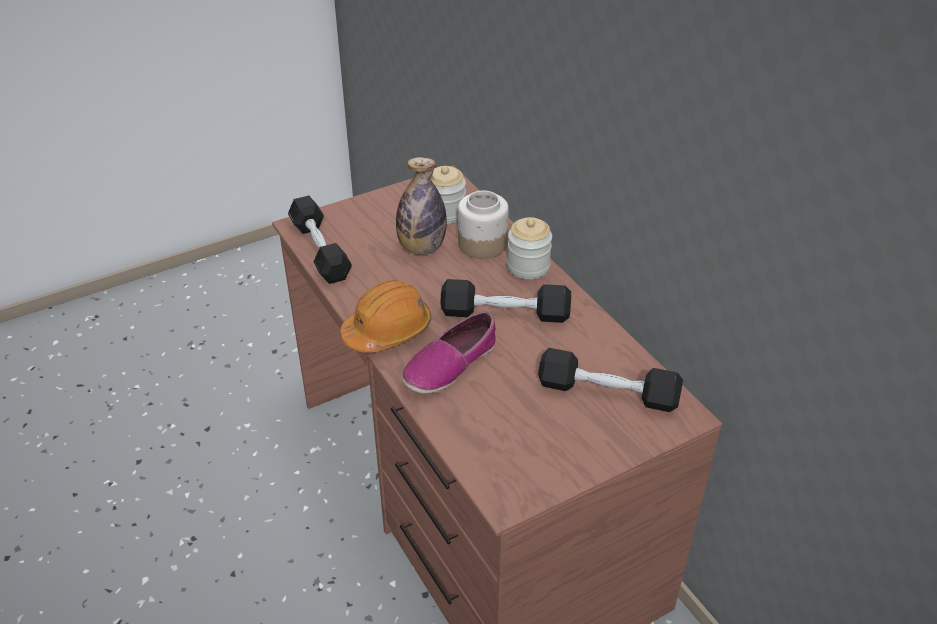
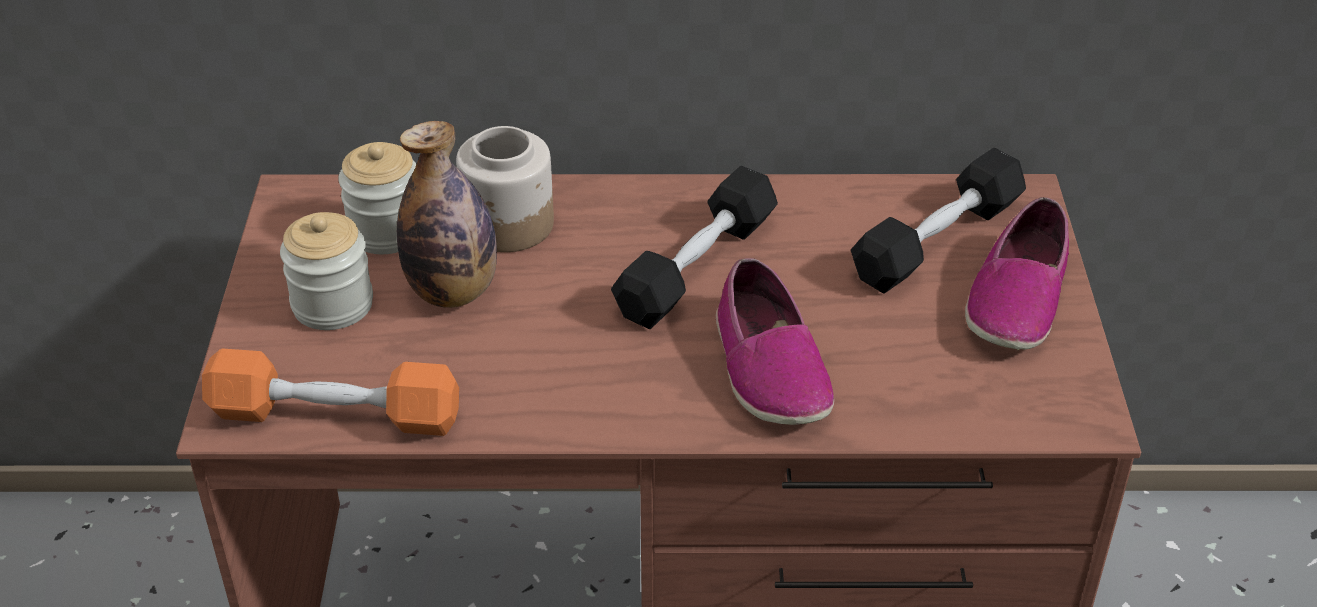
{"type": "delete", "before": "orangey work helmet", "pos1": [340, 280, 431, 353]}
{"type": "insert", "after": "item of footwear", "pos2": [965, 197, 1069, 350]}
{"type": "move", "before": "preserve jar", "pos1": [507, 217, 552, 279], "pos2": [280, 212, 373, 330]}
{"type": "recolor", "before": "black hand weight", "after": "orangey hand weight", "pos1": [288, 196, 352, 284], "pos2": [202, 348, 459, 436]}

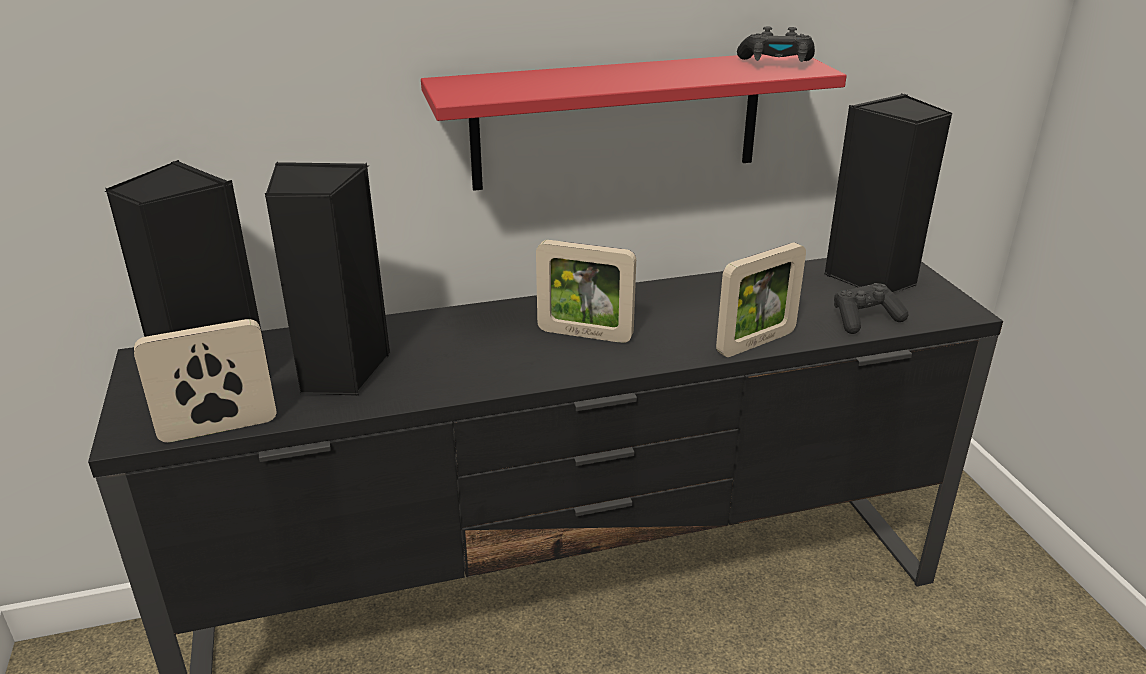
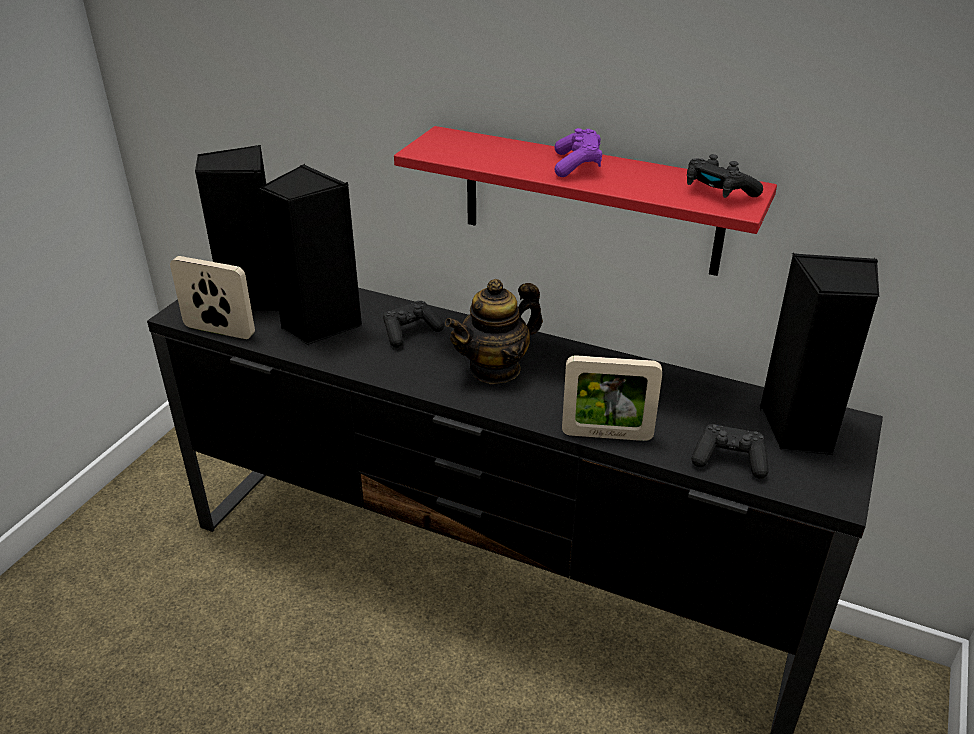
{"type": "insert", "after": "black gamepad", "pos2": [383, 301, 445, 347]}
{"type": "insert", "after": "purple-coloured gamepad", "pos2": [555, 128, 602, 177]}
{"type": "replace", "before": "standing frame", "after": "teapot", "pos1": [536, 240, 636, 343], "pos2": [445, 279, 543, 384]}

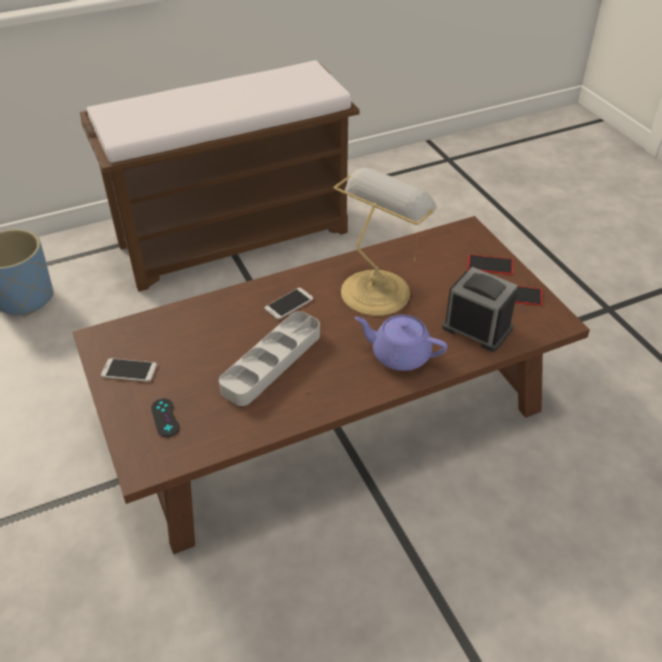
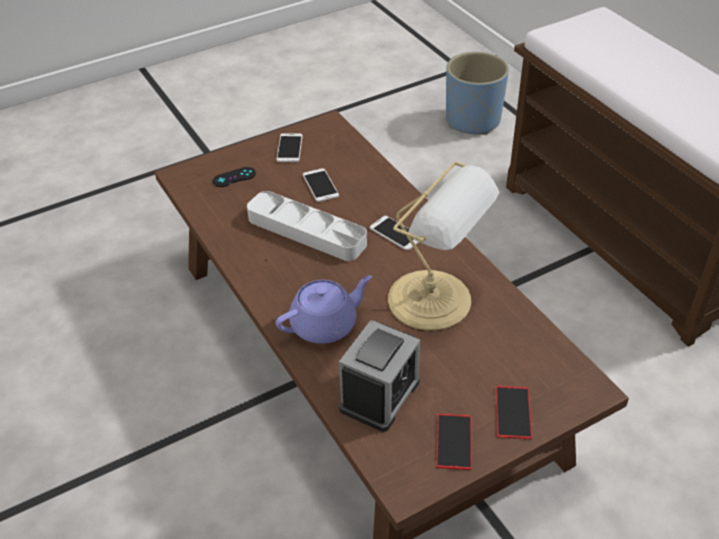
{"type": "insert", "after": "phone", "pos2": [303, 168, 339, 202]}
{"type": "rotate", "before": "purple-coloured teapot", "pos1": [355, 315, 447, 371], "pos2": [276, 275, 372, 344], "turn": 45}

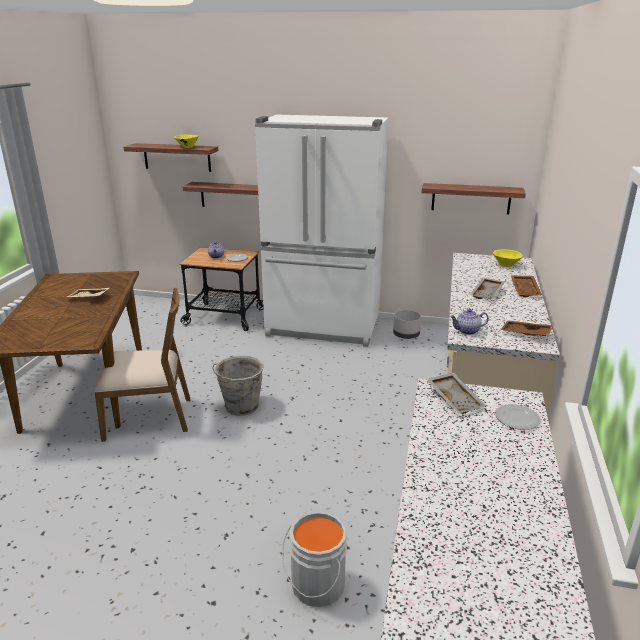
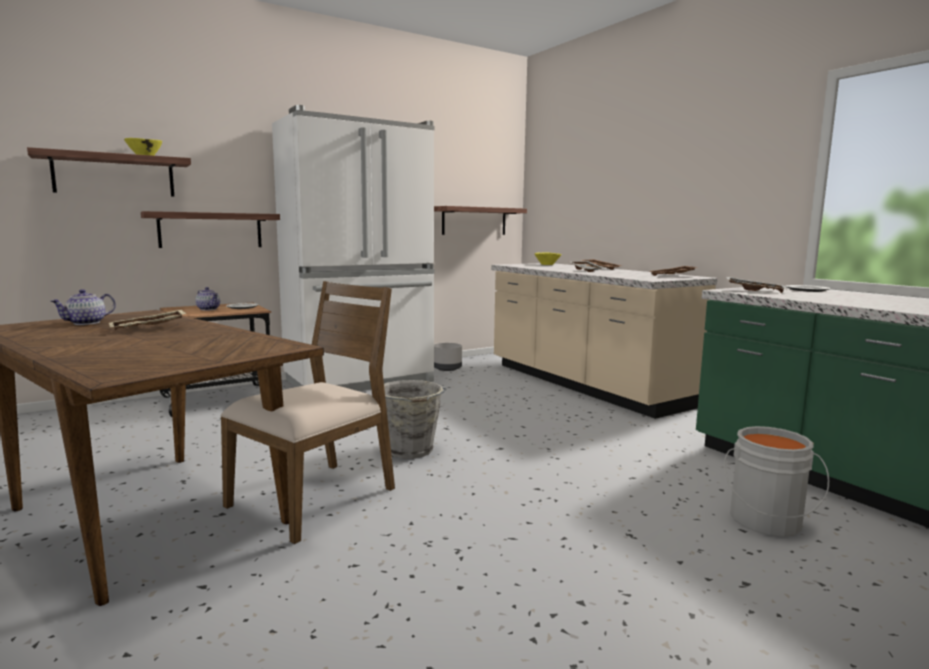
{"type": "move", "before": "teapot", "pos1": [450, 309, 489, 335], "pos2": [51, 289, 116, 325]}

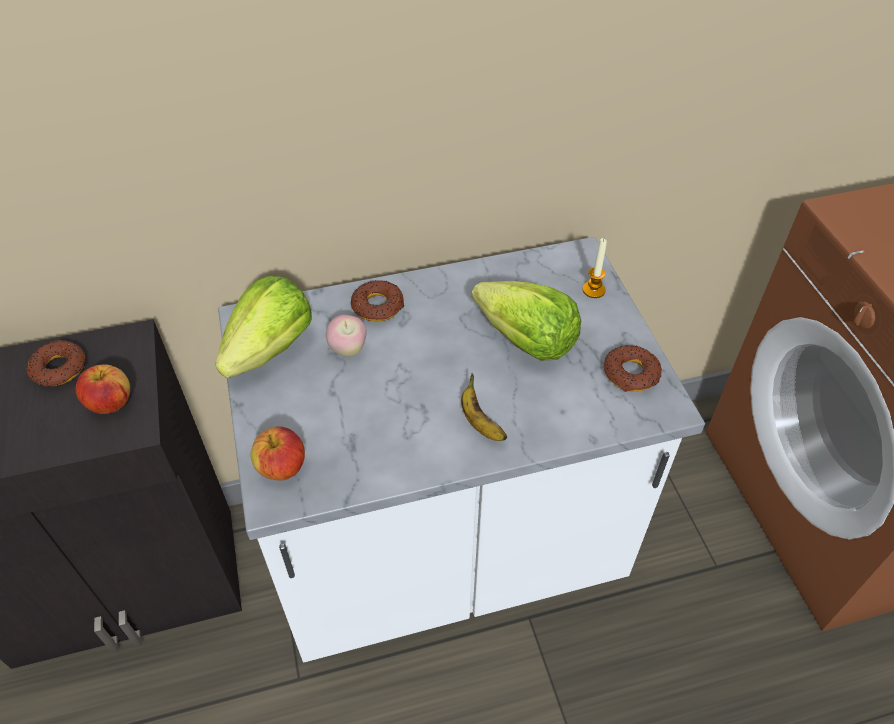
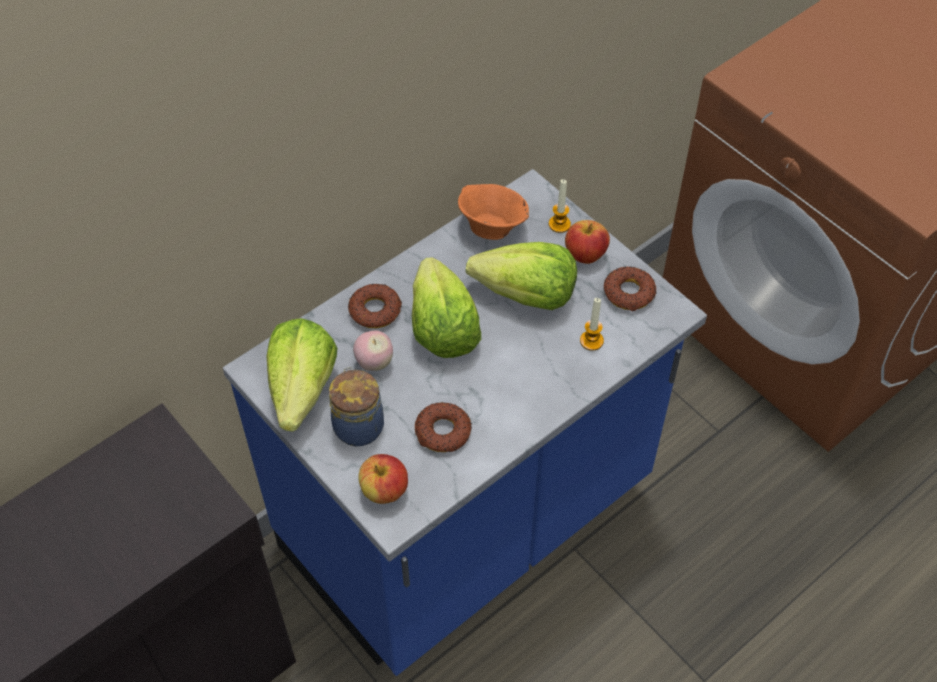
{"type": "delete", "before": "whole banana", "pos1": [461, 373, 507, 441]}
{"type": "insert", "after": "preserve jar", "pos2": [329, 367, 384, 446]}
{"type": "insert", "after": "head of lettuce", "pos2": [412, 257, 481, 358]}
{"type": "insert", "after": "orangey bowl", "pos2": [458, 184, 529, 240]}
{"type": "insert", "after": "wax light", "pos2": [580, 298, 604, 351]}
{"type": "move", "before": "ring doughnut", "pos1": [26, 340, 86, 387], "pos2": [415, 402, 472, 452]}
{"type": "move", "before": "apple fruit", "pos1": [76, 365, 130, 414], "pos2": [565, 220, 610, 264]}
{"type": "recolor", "before": "white kitchen base unit", "after": "blue kitchen base unit", "pos1": [218, 237, 705, 662], "pos2": [223, 169, 707, 676]}

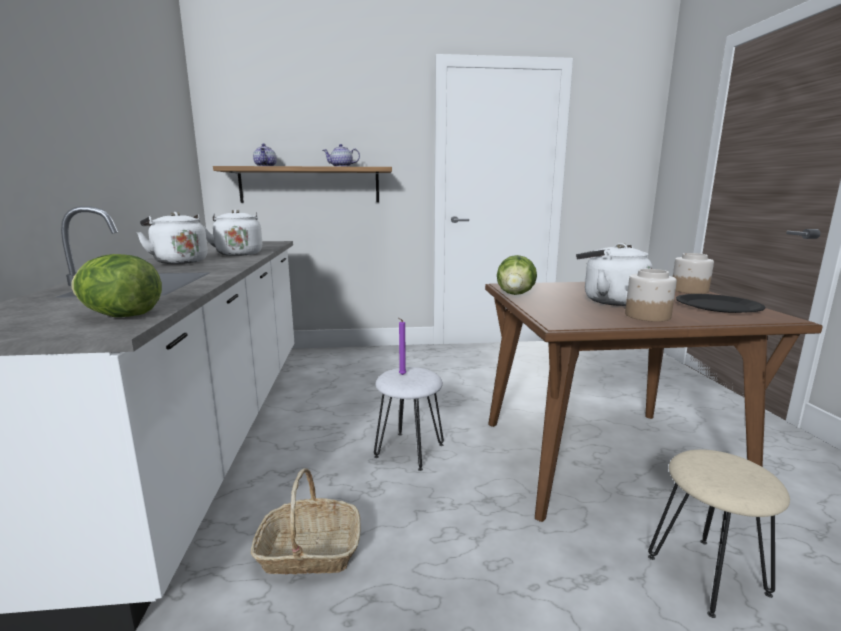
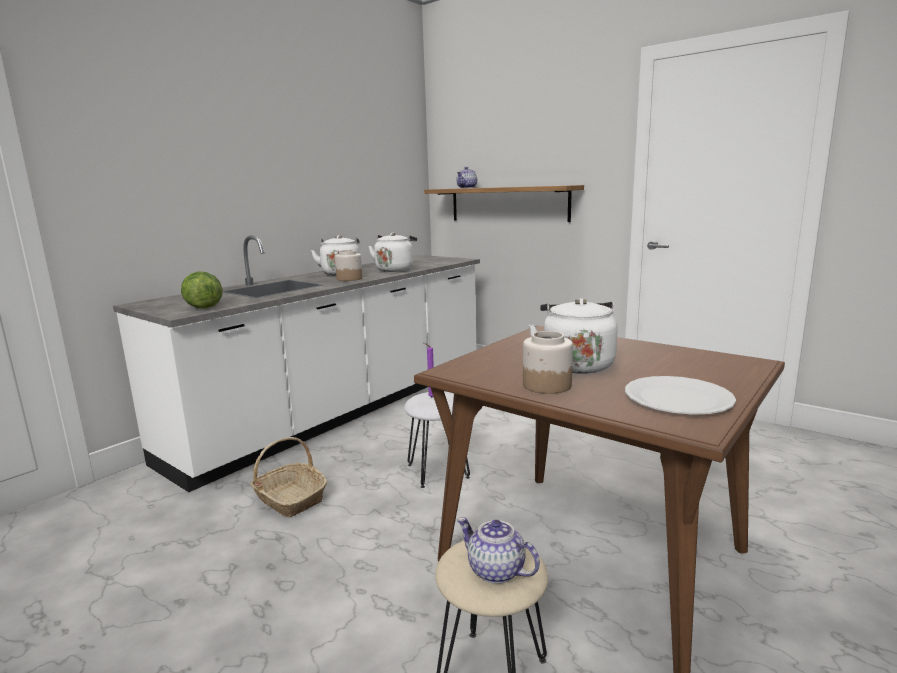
{"type": "delete", "before": "head of lettuce", "pos1": [497, 255, 537, 295]}
{"type": "move", "before": "teapot", "pos1": [323, 144, 360, 167], "pos2": [457, 517, 540, 584]}
{"type": "move", "before": "preserve jar", "pos1": [673, 253, 714, 294], "pos2": [335, 250, 362, 281]}
{"type": "recolor", "before": "black dinner plate", "after": "white dinner plate", "pos1": [676, 294, 766, 313], "pos2": [625, 376, 736, 415]}

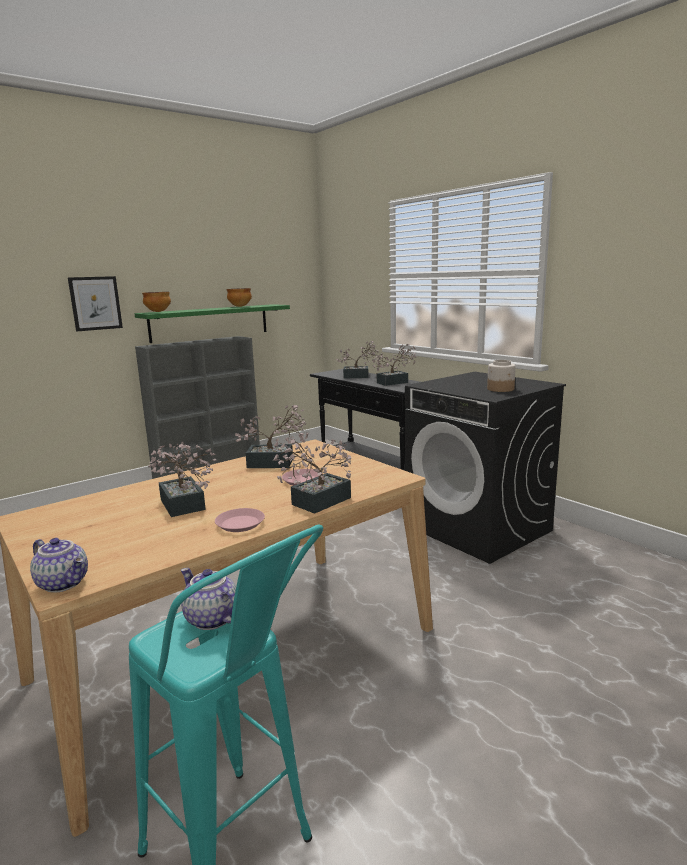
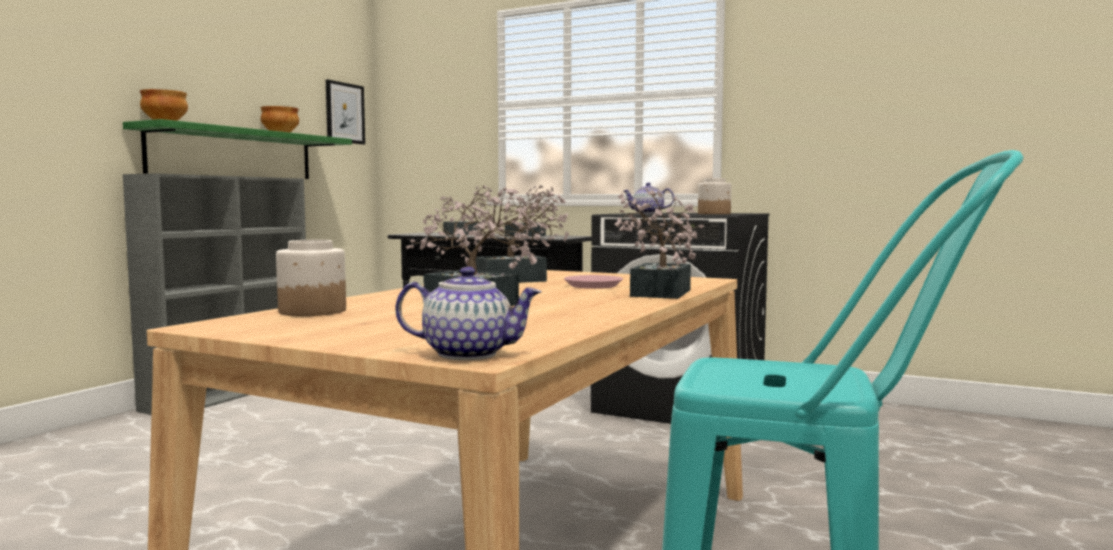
{"type": "delete", "before": "pink-coloured dinner plate", "pos1": [215, 508, 265, 532]}
{"type": "insert", "after": "preserve jar", "pos2": [276, 240, 346, 316]}
{"type": "move", "before": "wall art", "pos1": [68, 276, 123, 331], "pos2": [326, 79, 365, 144]}
{"type": "move", "before": "teapot", "pos1": [181, 568, 236, 630], "pos2": [623, 183, 674, 214]}

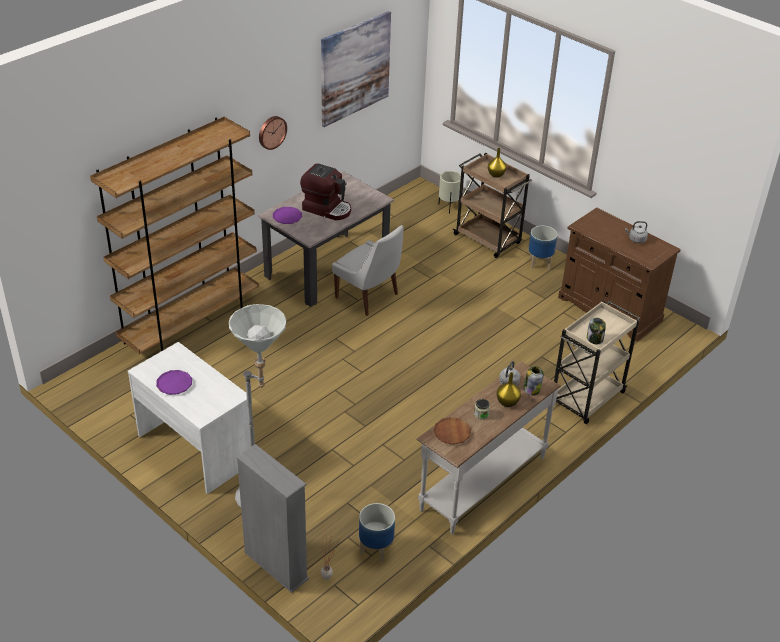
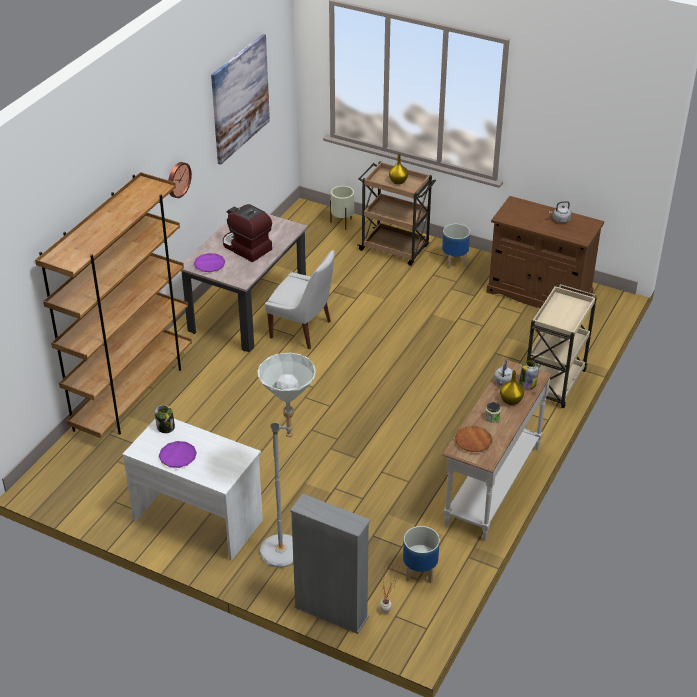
{"type": "move", "before": "preserve jar", "pos1": [587, 318, 606, 345], "pos2": [155, 405, 175, 433]}
{"type": "rotate", "before": "coffee brewer", "pos1": [300, 163, 351, 220], "pos2": [223, 204, 272, 262], "turn": -150}

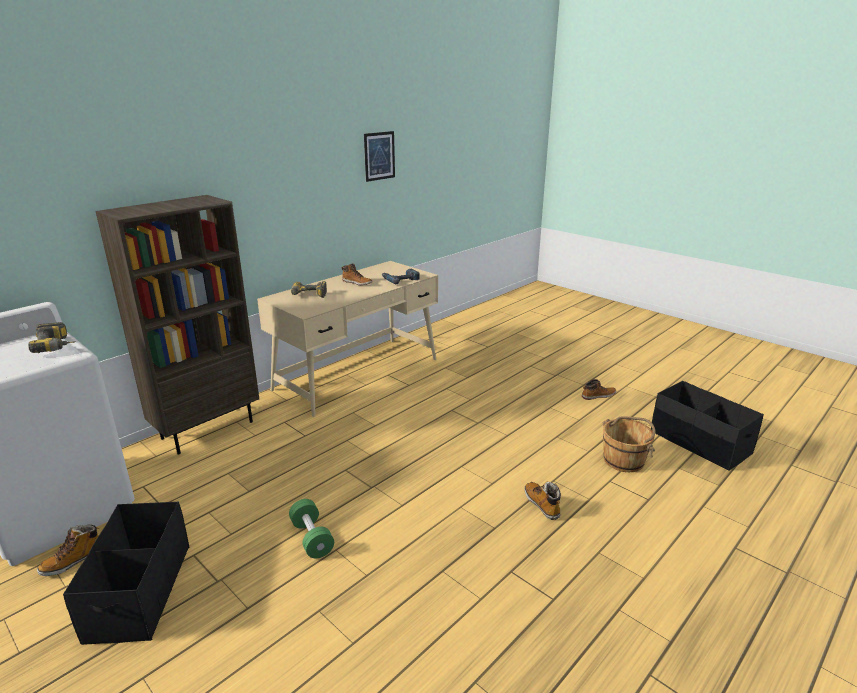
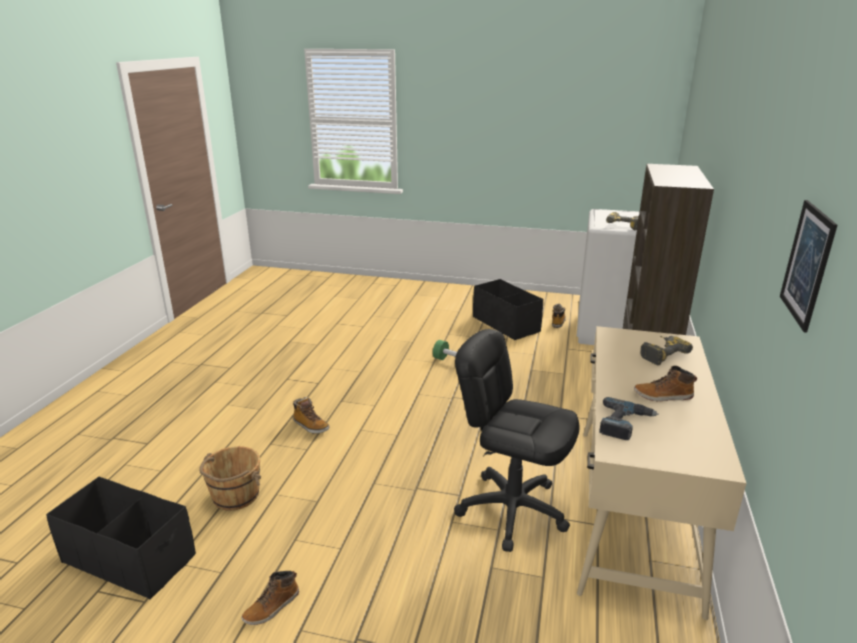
{"type": "insert", "after": "black office chair", "pos2": [454, 329, 580, 552]}

